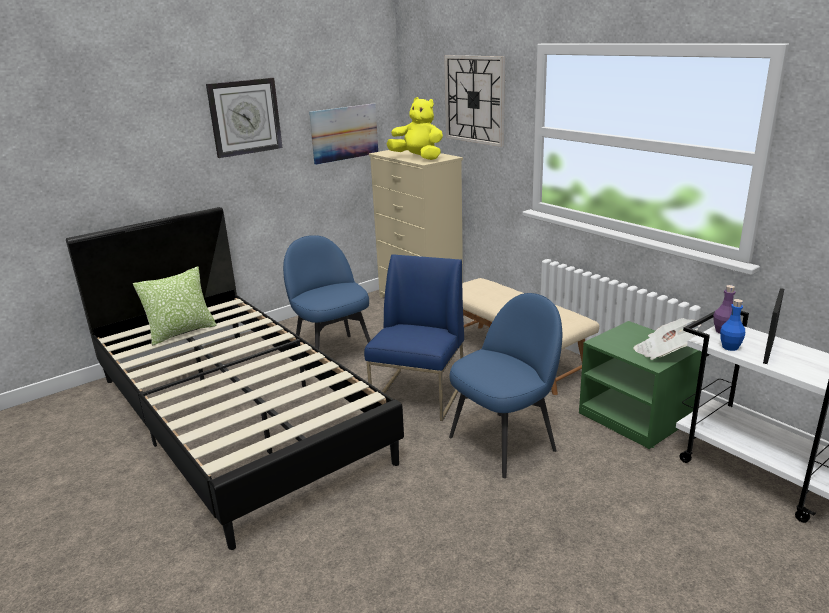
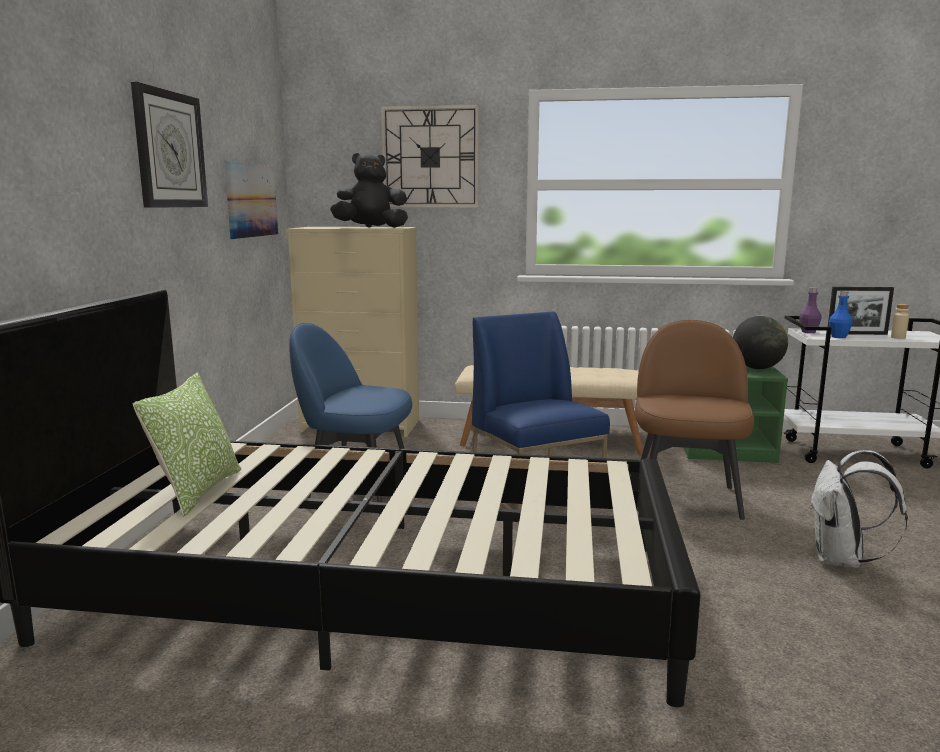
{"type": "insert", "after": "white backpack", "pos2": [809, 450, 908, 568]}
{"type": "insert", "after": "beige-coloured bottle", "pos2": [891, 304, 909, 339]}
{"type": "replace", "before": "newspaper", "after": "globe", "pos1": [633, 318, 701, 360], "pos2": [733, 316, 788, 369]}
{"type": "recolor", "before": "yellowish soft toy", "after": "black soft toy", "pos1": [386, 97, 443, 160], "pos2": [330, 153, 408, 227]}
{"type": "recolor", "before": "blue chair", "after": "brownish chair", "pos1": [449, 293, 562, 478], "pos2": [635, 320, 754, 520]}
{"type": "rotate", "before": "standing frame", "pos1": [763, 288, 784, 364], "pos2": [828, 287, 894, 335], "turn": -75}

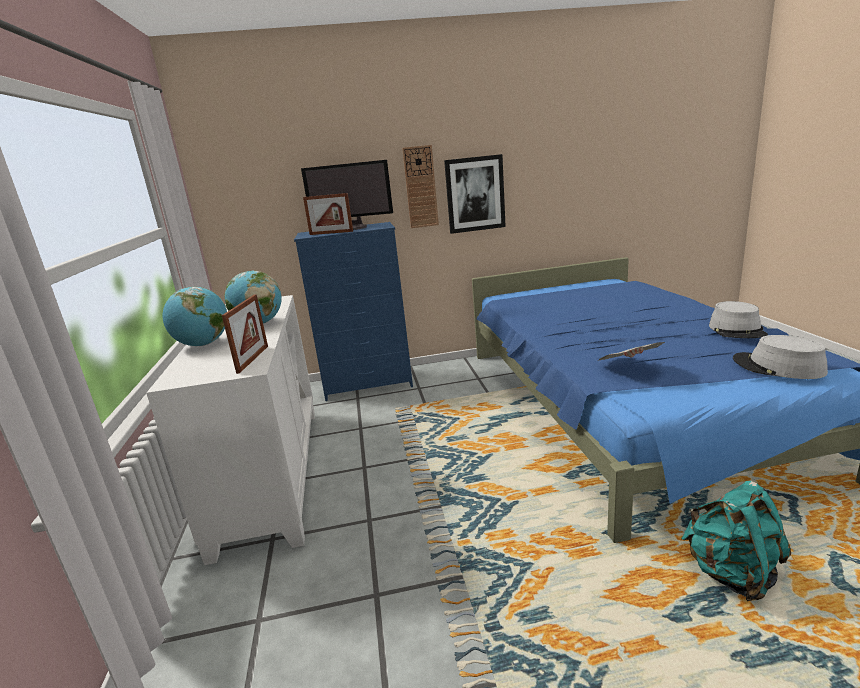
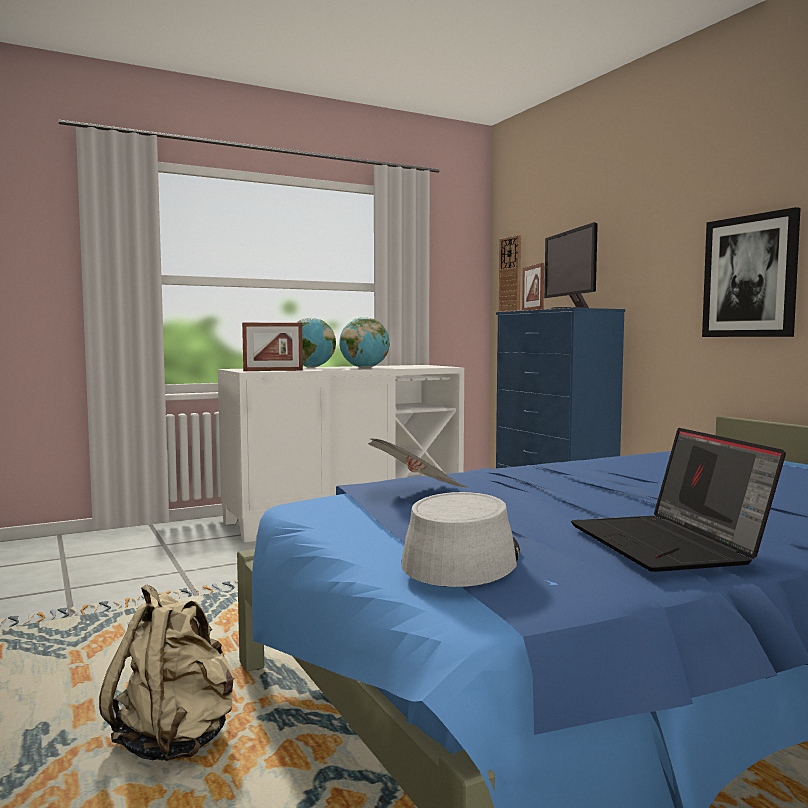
{"type": "move", "before": "wall clock", "pos1": [402, 145, 439, 228], "pos2": [499, 235, 521, 312]}
{"type": "replace", "before": "greyish wearable hat", "after": "laptop", "pos1": [709, 301, 768, 338], "pos2": [571, 428, 786, 572]}
{"type": "recolor", "before": "blue-green backpack", "after": "beige-coloured backpack", "pos1": [681, 481, 791, 601], "pos2": [99, 584, 234, 761]}

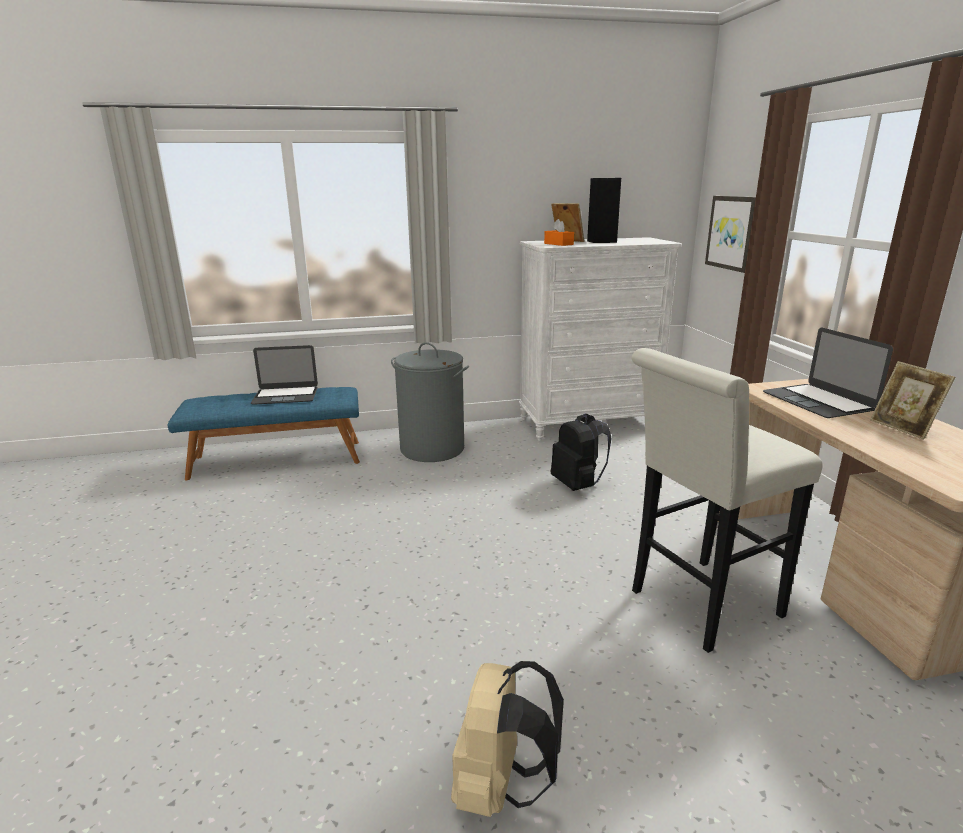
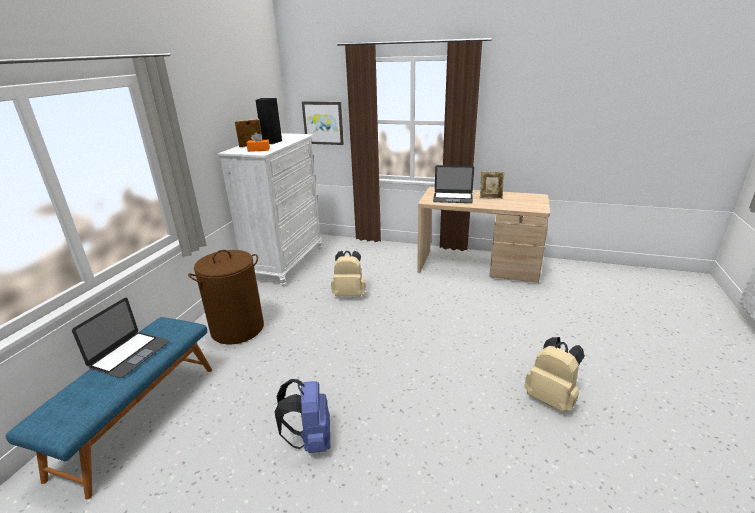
{"type": "delete", "before": "white sitting stool", "pos1": [631, 348, 823, 653]}
{"type": "insert", "after": "blue backpack", "pos2": [275, 379, 330, 453]}
{"type": "recolor", "before": "greyish washing basket", "after": "brownish washing basket", "pos1": [391, 342, 469, 462], "pos2": [188, 250, 264, 344]}
{"type": "recolor", "before": "black backpack", "after": "beige-coloured backpack", "pos1": [551, 413, 612, 491], "pos2": [331, 251, 366, 296]}

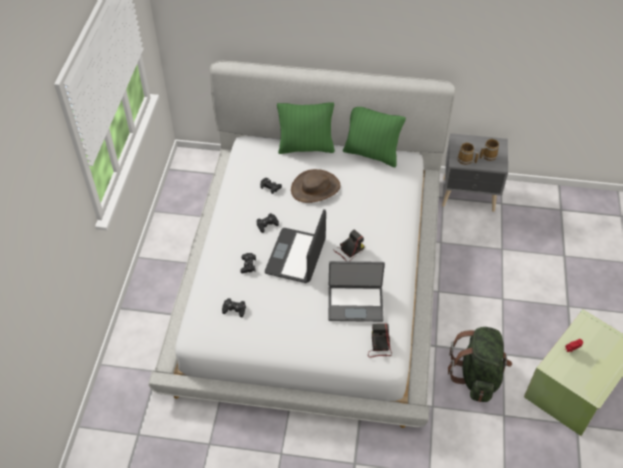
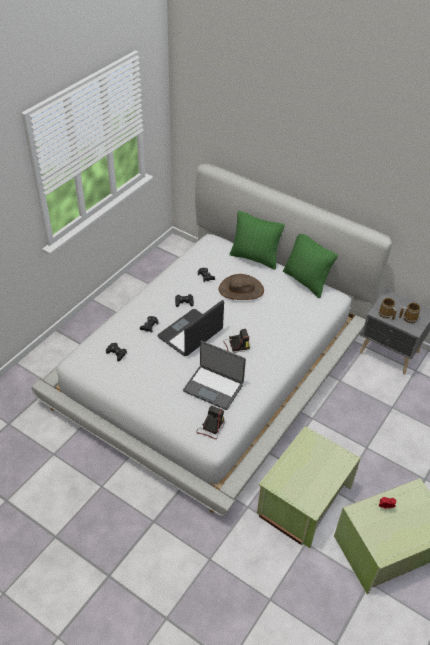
{"type": "replace", "before": "greenish backpack", "after": "greenish storage container", "pos1": [448, 327, 512, 402], "pos2": [257, 426, 361, 548]}

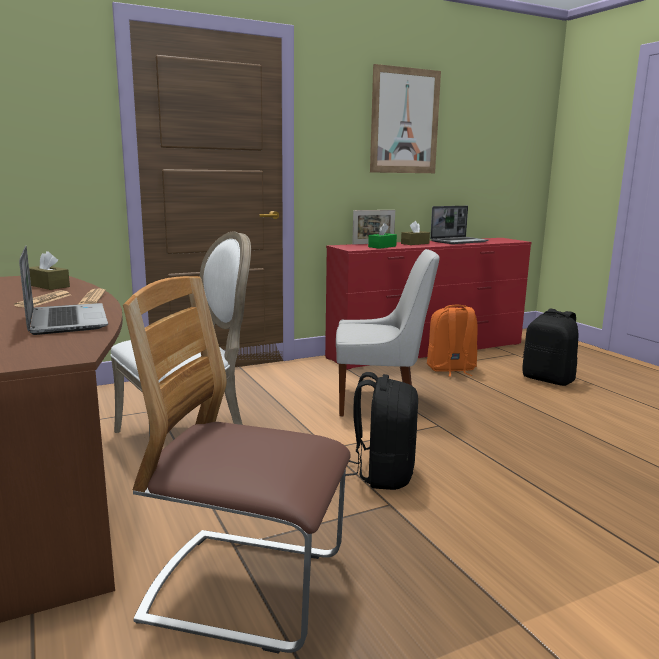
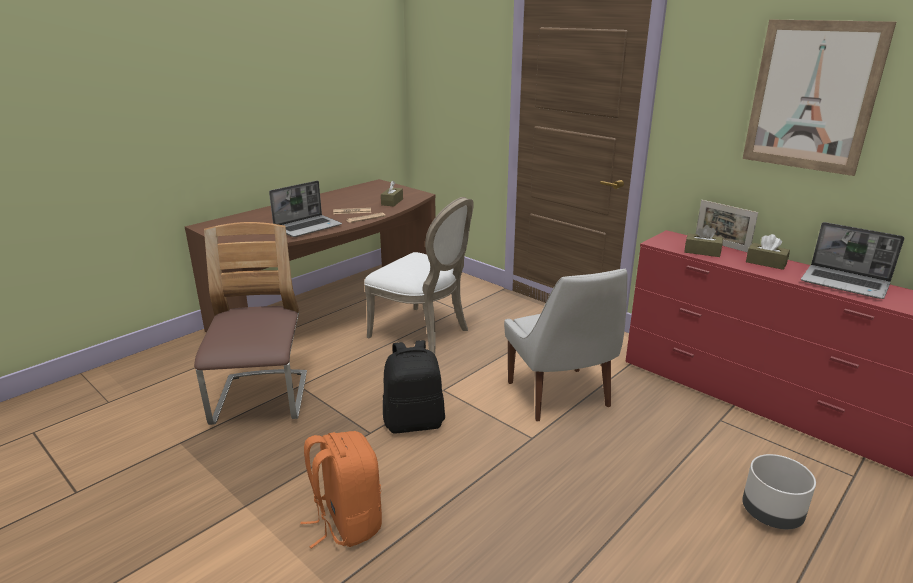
{"type": "move", "before": "orangey backpack", "pos1": [427, 304, 478, 377], "pos2": [301, 431, 382, 548]}
{"type": "replace", "before": "black backpack", "after": "greyish flower pot", "pos1": [523, 308, 578, 386], "pos2": [742, 454, 816, 529]}
{"type": "recolor", "before": "greenish box of tissues", "after": "brownish box of tissues", "pos1": [368, 223, 397, 249], "pos2": [684, 225, 723, 257]}

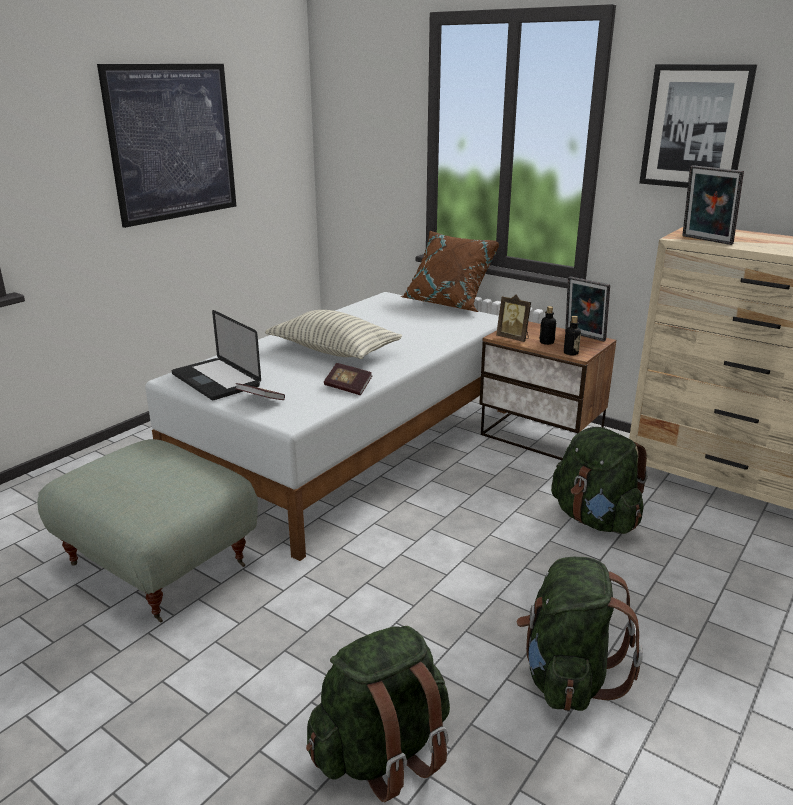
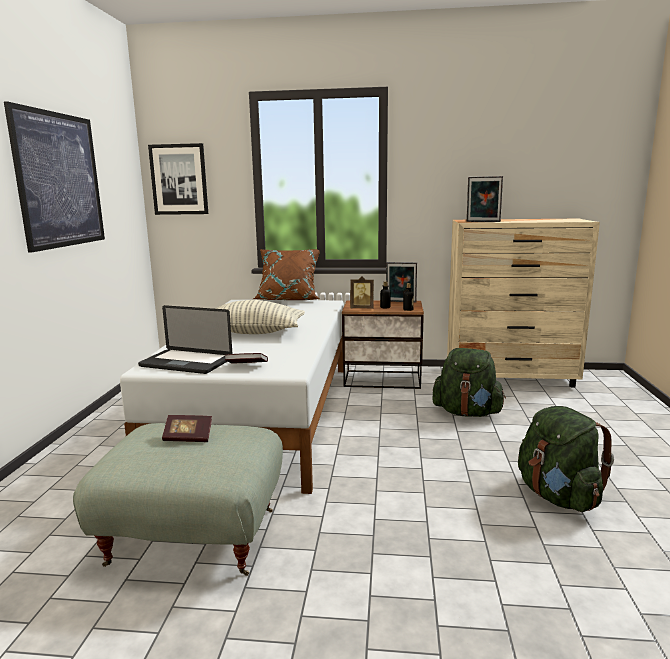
{"type": "delete", "before": "greenish backpack", "pos1": [306, 626, 450, 802]}
{"type": "move", "before": "bound book", "pos1": [324, 363, 372, 395], "pos2": [162, 415, 212, 442]}
{"type": "move", "before": "wall art", "pos1": [639, 64, 757, 188], "pos2": [148, 143, 208, 215]}

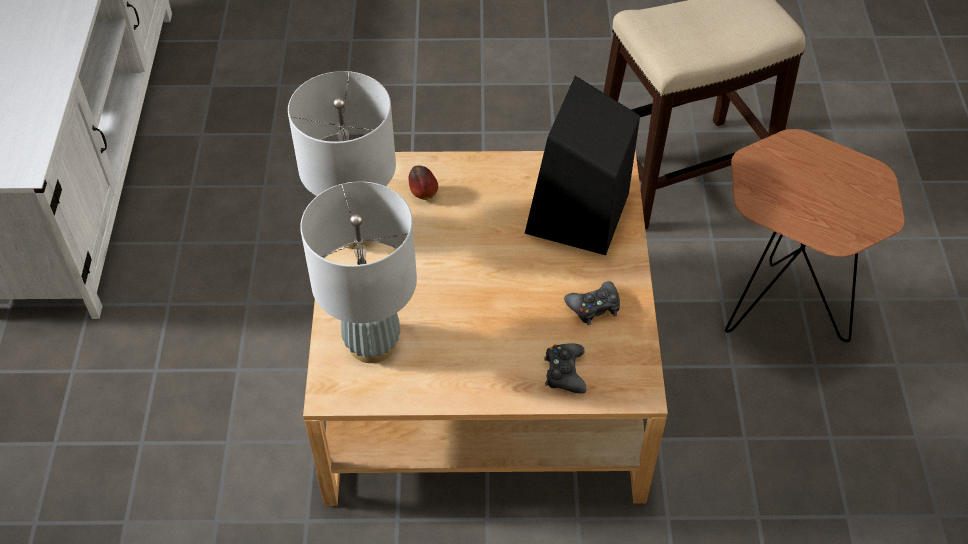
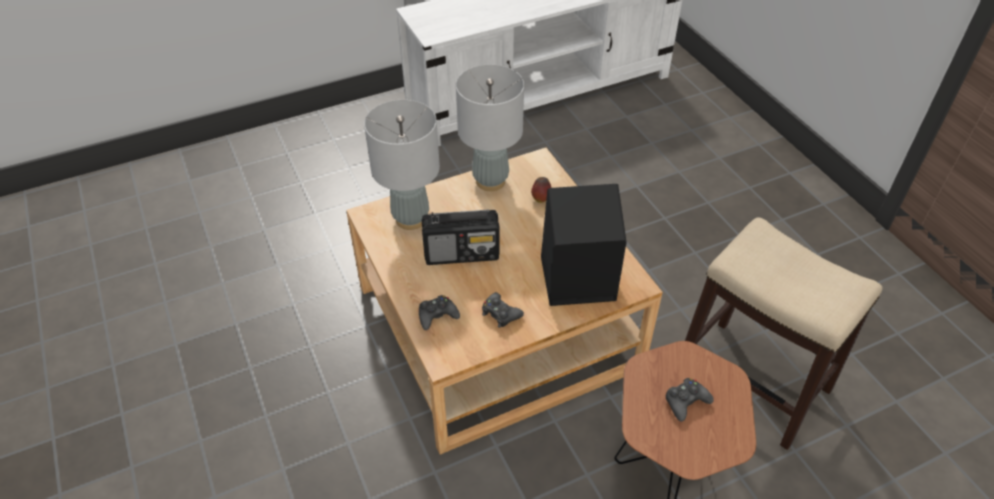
{"type": "insert", "after": "radio", "pos2": [422, 209, 500, 265]}
{"type": "insert", "after": "black gamepad", "pos2": [665, 378, 714, 422]}

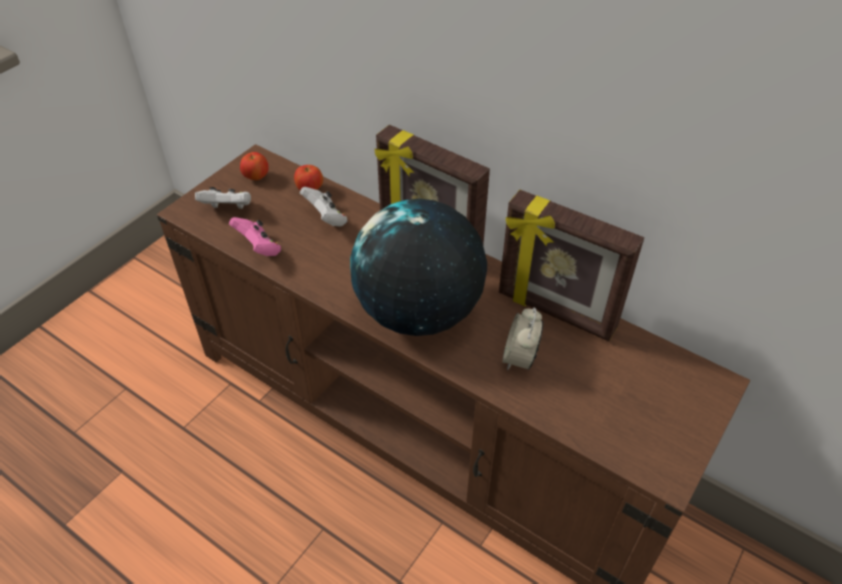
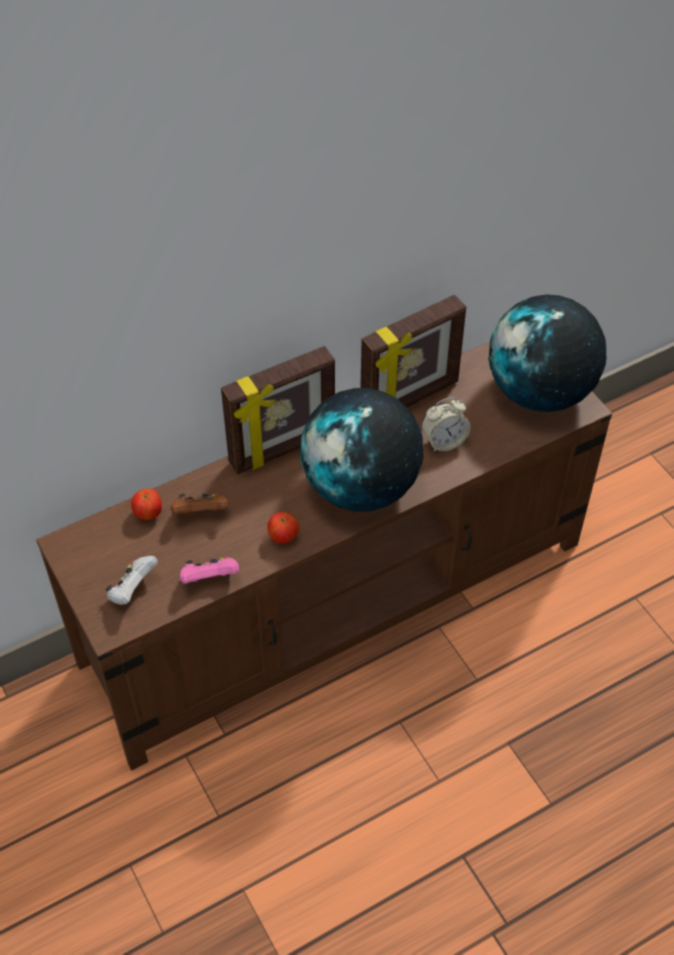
{"type": "insert", "after": "globe", "pos2": [489, 294, 606, 412]}
{"type": "move", "before": "apple fruit", "pos1": [240, 152, 269, 180], "pos2": [267, 512, 300, 544]}
{"type": "recolor", "before": "white gamepad", "after": "brownish gamepad", "pos1": [300, 187, 347, 227], "pos2": [171, 493, 228, 515]}
{"type": "rotate", "before": "table clock", "pos1": [503, 308, 543, 370], "pos2": [421, 397, 471, 452], "turn": -60}

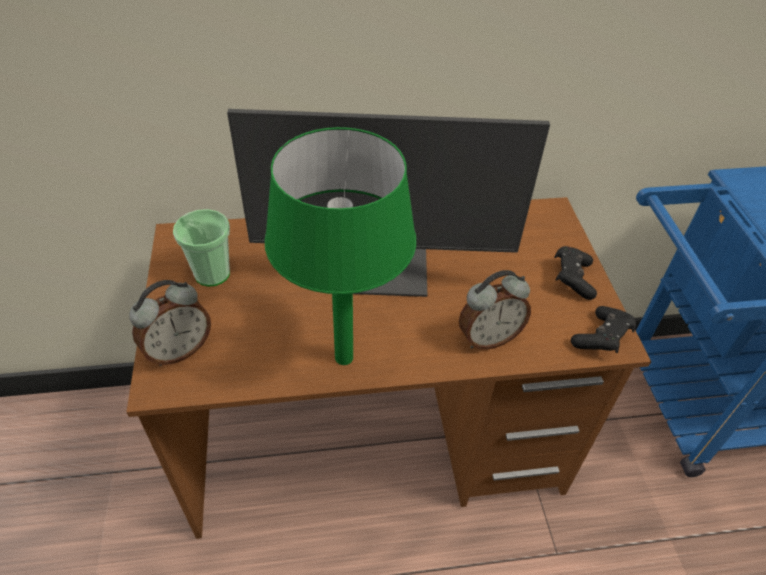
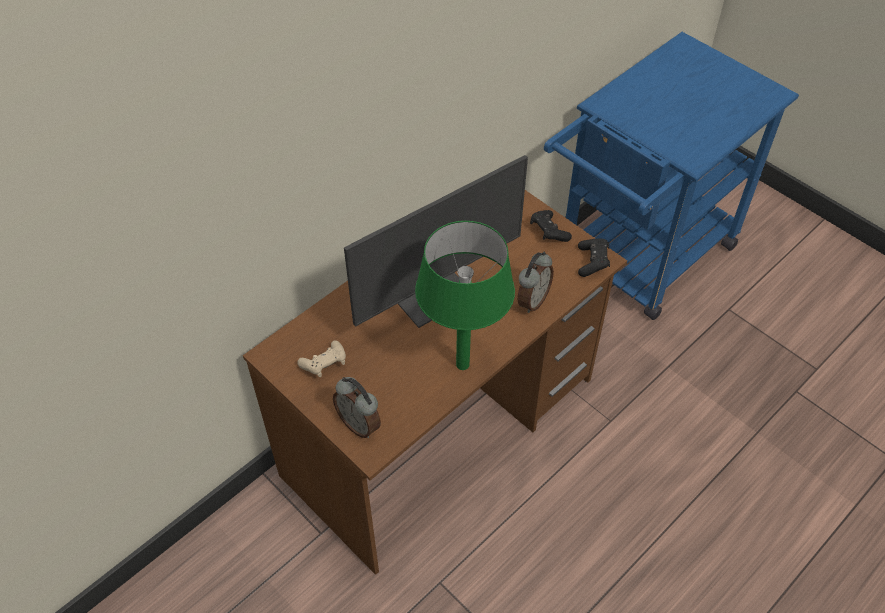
{"type": "replace", "before": "small cup", "after": "beige-coloured gamepad", "pos1": [173, 209, 230, 286], "pos2": [297, 340, 346, 377]}
{"type": "rotate", "before": "table clock", "pos1": [129, 280, 211, 366], "pos2": [333, 377, 381, 438], "turn": 120}

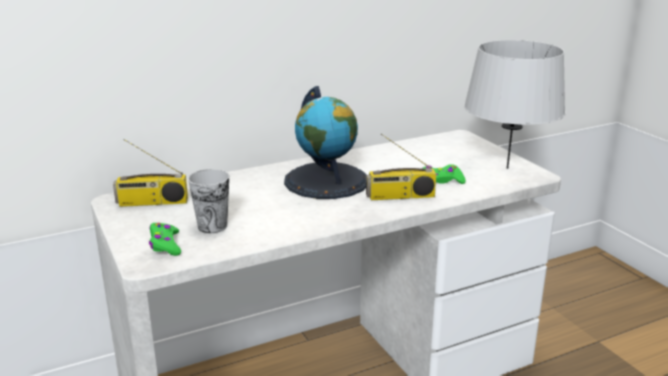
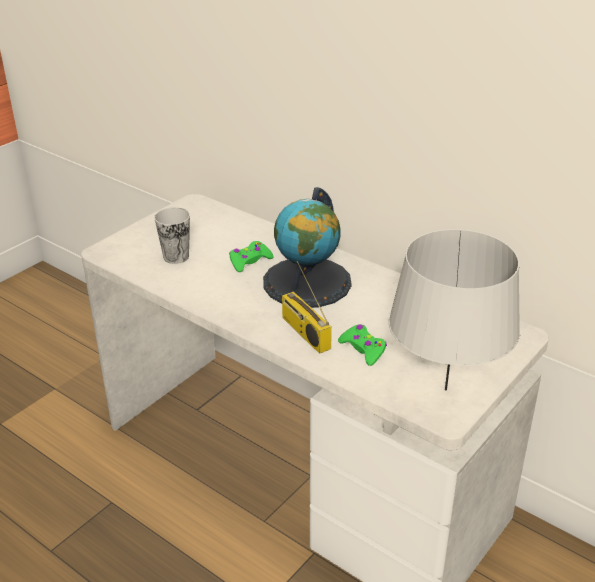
{"type": "delete", "before": "radio", "pos1": [113, 139, 188, 207]}
{"type": "move", "before": "greenish gamepad", "pos1": [149, 223, 181, 256], "pos2": [229, 241, 274, 272]}

